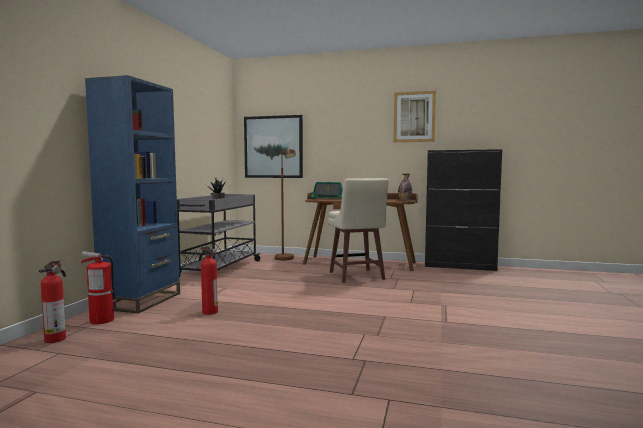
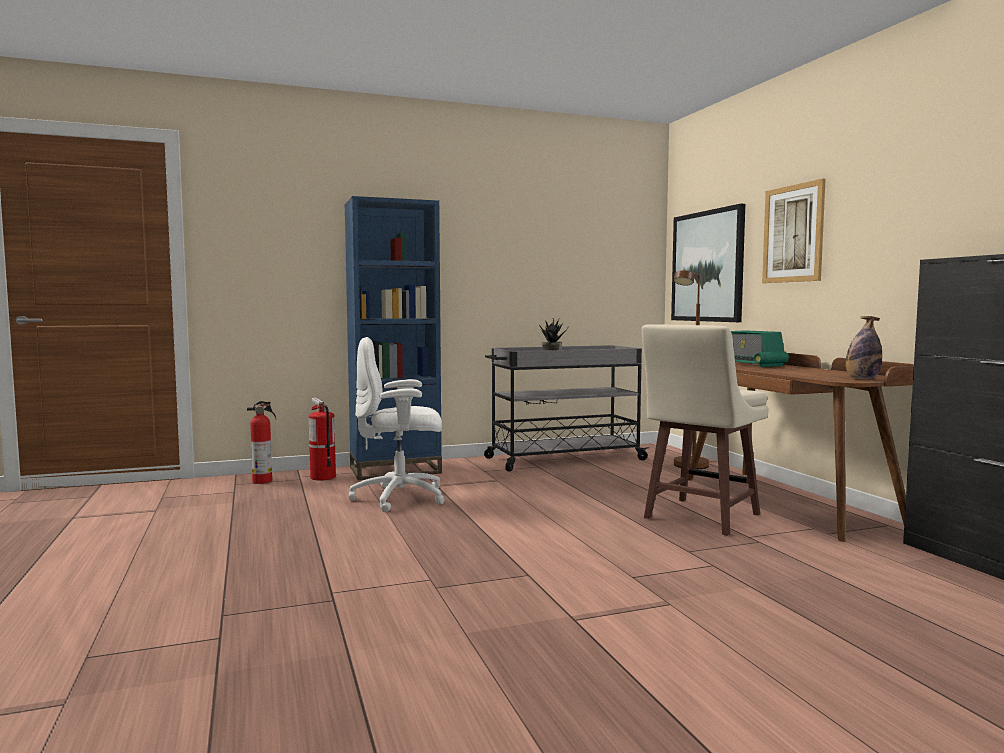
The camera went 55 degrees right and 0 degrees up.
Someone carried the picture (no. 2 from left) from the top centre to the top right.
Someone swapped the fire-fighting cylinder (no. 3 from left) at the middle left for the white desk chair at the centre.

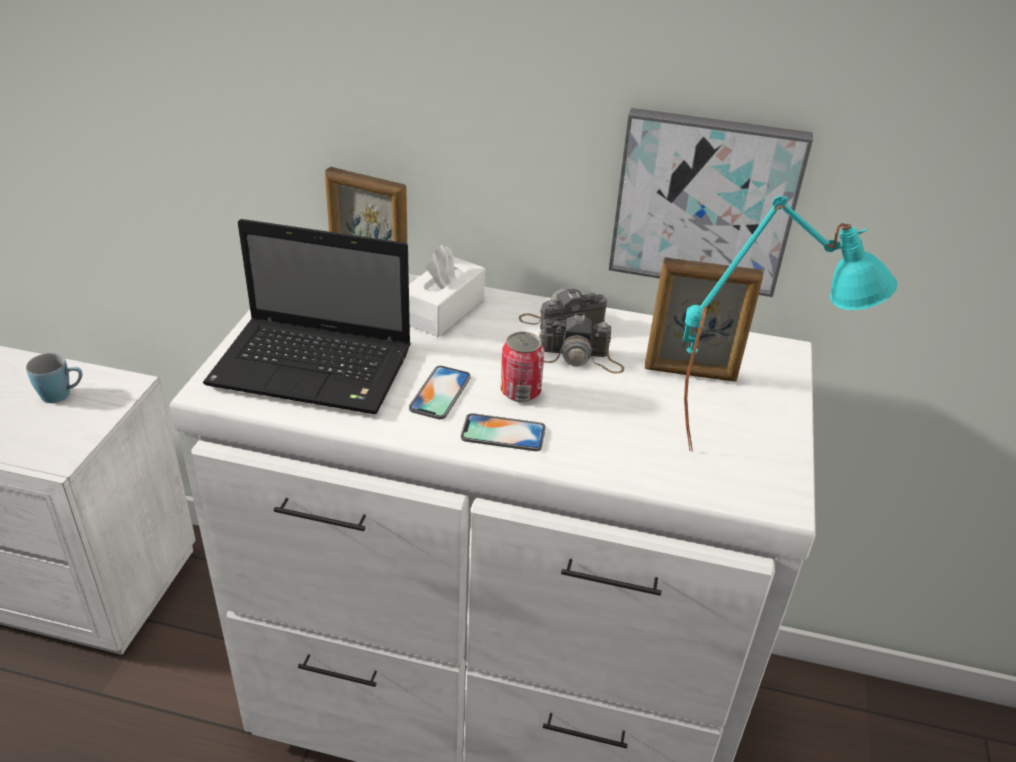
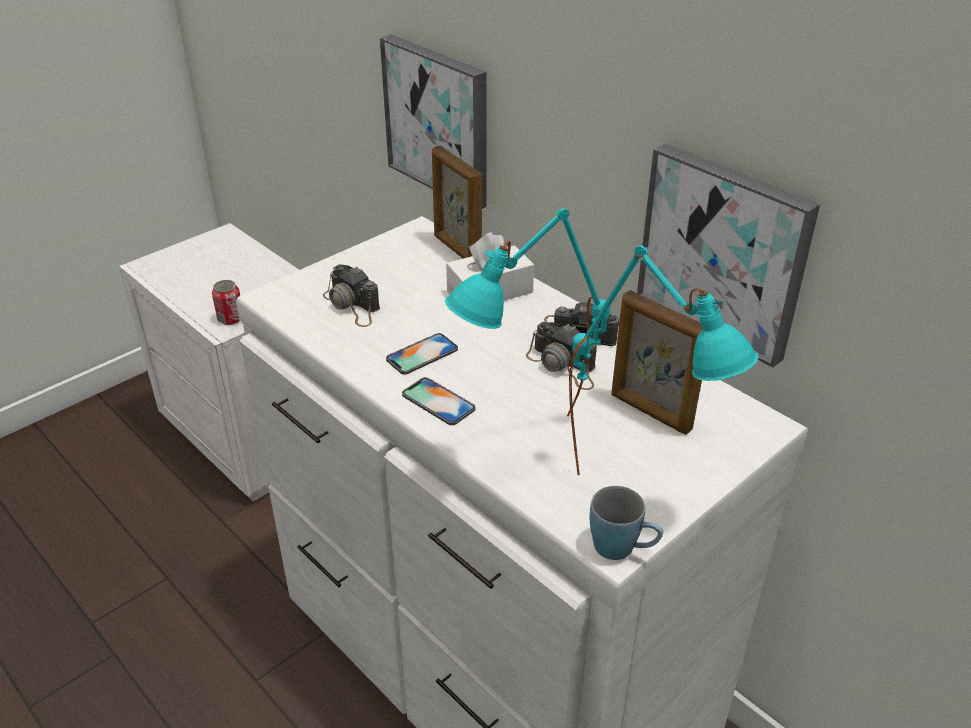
The camera went 35 degrees right and 0 degrees up.
Someone put up the picture (no. 1 from left) at the top centre.
Someone put down the turquoise-coloured lamp for a table (no. 1 from left) at the centre.
Someone carried the blue mug from the middle left to the bottom centre.
Someone carried the can from the centre to the middle left.
Someone swapped the notebook computer at the middle left for the photo camera (no. 1 from left) at the centre.

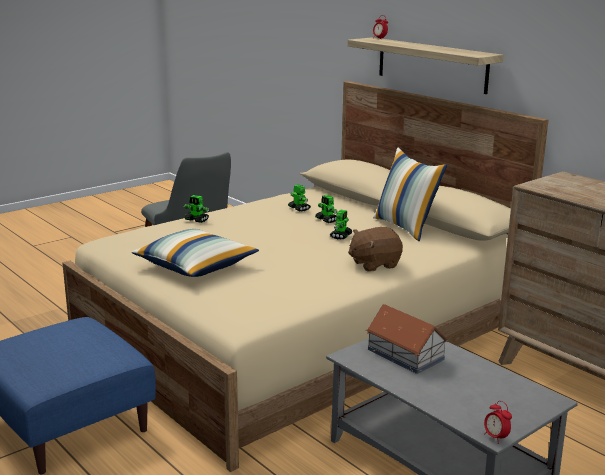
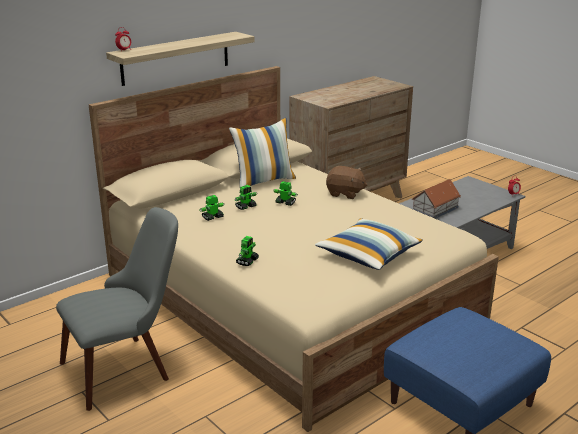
The camera went 90 degrees left and 5 degrees up.
Someone rotated the brown-coloured soft toy at the centre by 45 degrees counterclockwise.

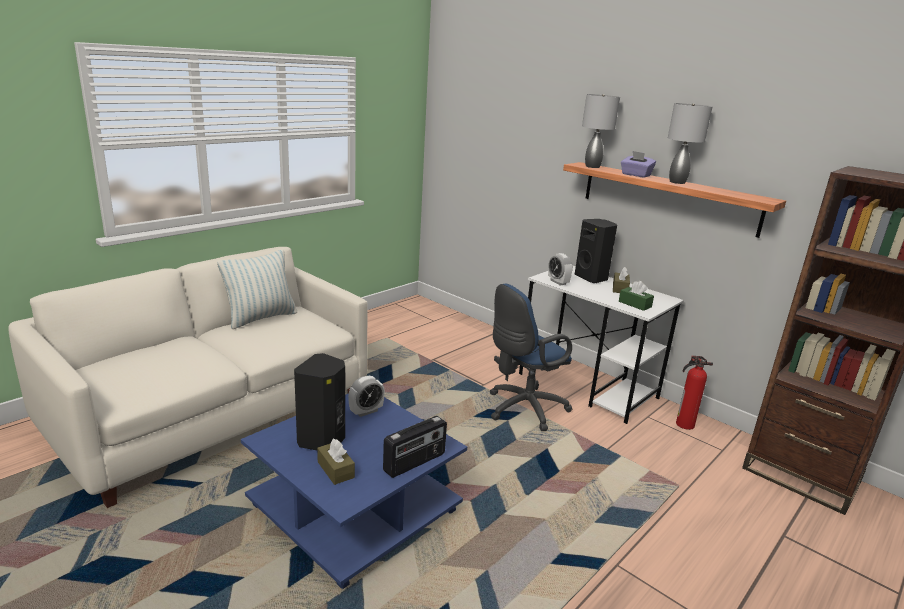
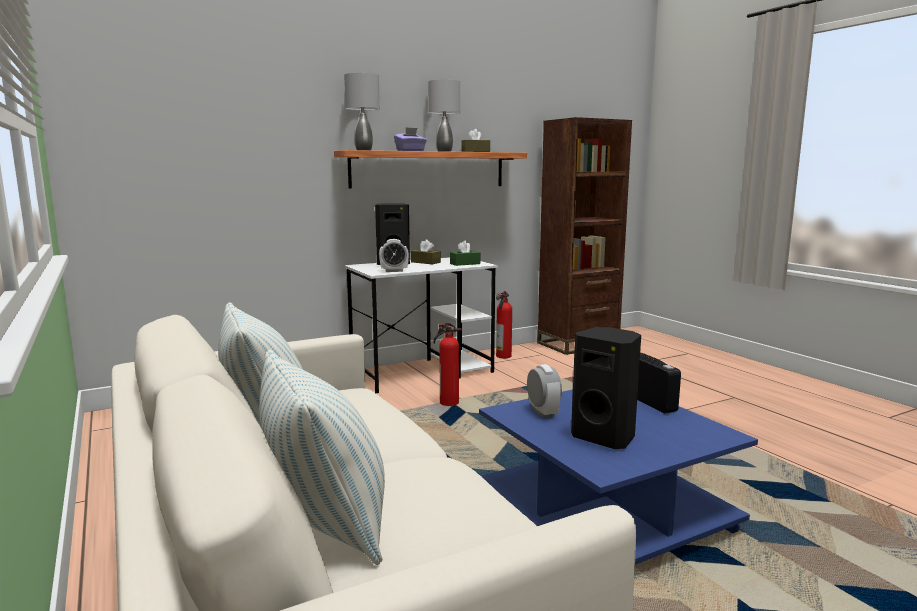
The camera went 70 degrees left and 10 degrees down.
Someone put down the pillow (no. 2 from left) at the bottom centre.
Someone carried the brown-coloured tissue box (no. 1 from left in the first image) from the bottom centre to the top centre.
Someone swapped the blue desk chair at the centre for the fire-fighting cylinder (no. 1 from left) at the centre.

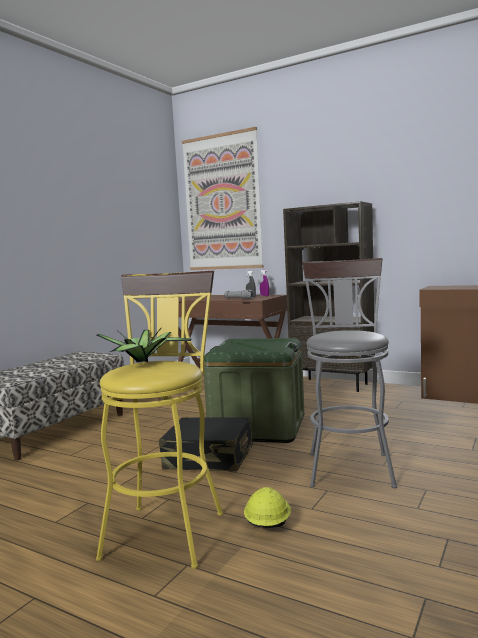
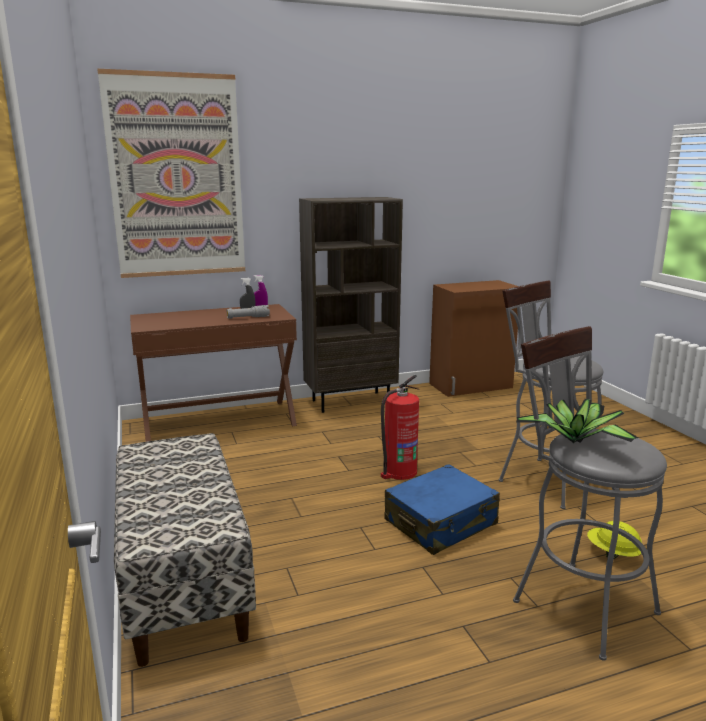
The camera went 50 degrees left and 10 degrees up.
Someone swapped the green-coloured storage container at the centre for the fire-fighting cylinder at the centre.
Someone repainted the yellow stool at the middle left, which became the grey stool (no. 2 from left) at the bottom right.
Someone repainted the blackish piece of luggage at the bottom centre, which became the blue piece of luggage at the bottom centre.

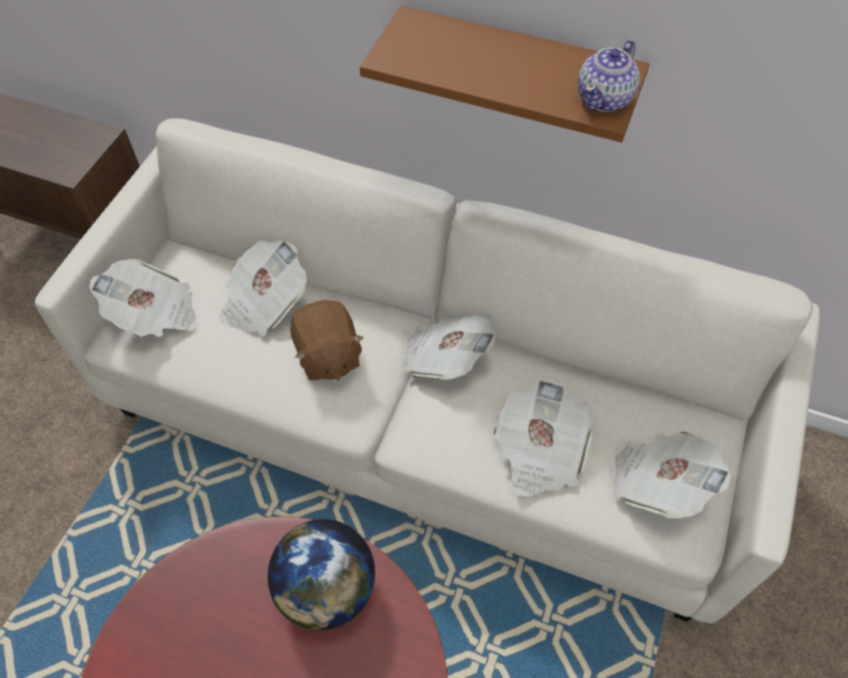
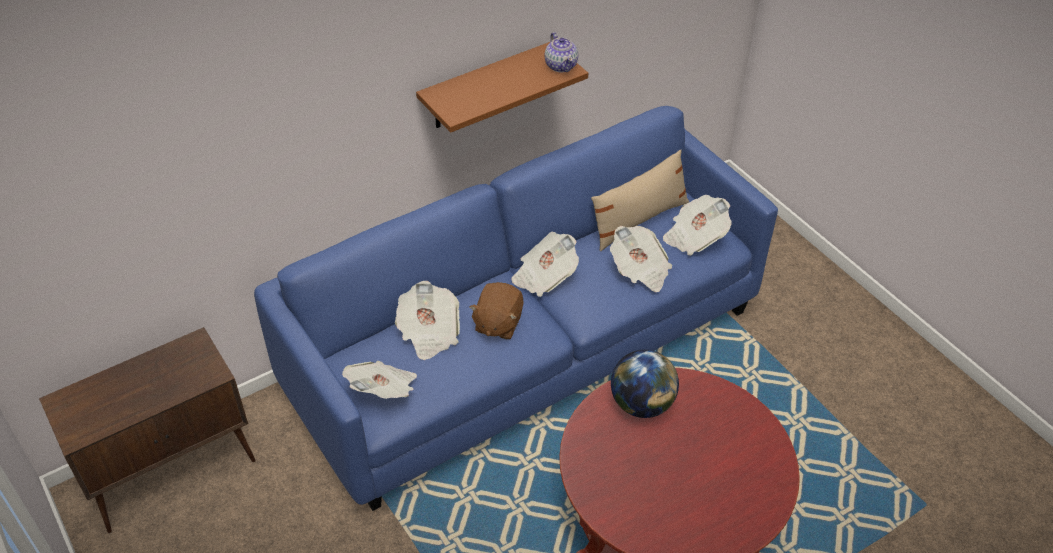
The camera went 55 degrees left and 10 degrees down.
Someone put down the sand-coloured pillow at the centre.
Someone repainted the white sofa at the centre, which became the blue sofa at the centre.
Someone rotated the brown-coloured soft toy at the centre by 90 degrees clockwise.

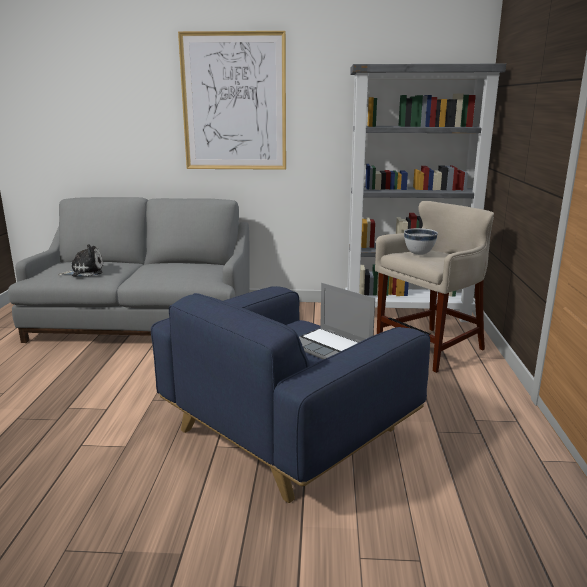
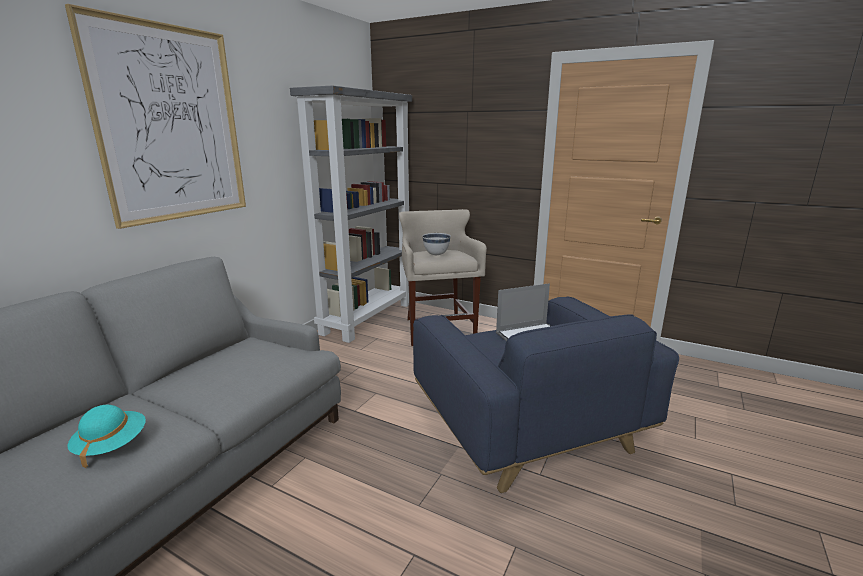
The camera went 65 degrees left and 0 degrees up.
Someone swapped the soft toy at the middle left for the turquoise-coloured clothing hat at the bottom left.

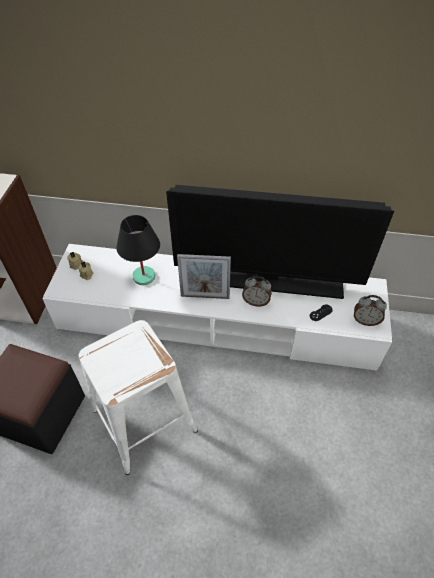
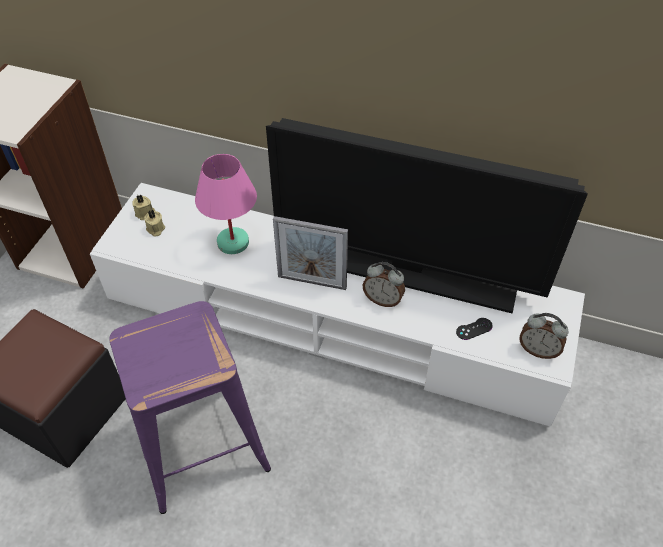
The camera went 10 degrees right and 0 degrees up.
Someone repainted the white stool at the bottom left, which became the purple stool at the bottom left.
Someone repainted the blackish lamp for a table at the middle left, which became the pink-coloured lamp for a table at the centre.

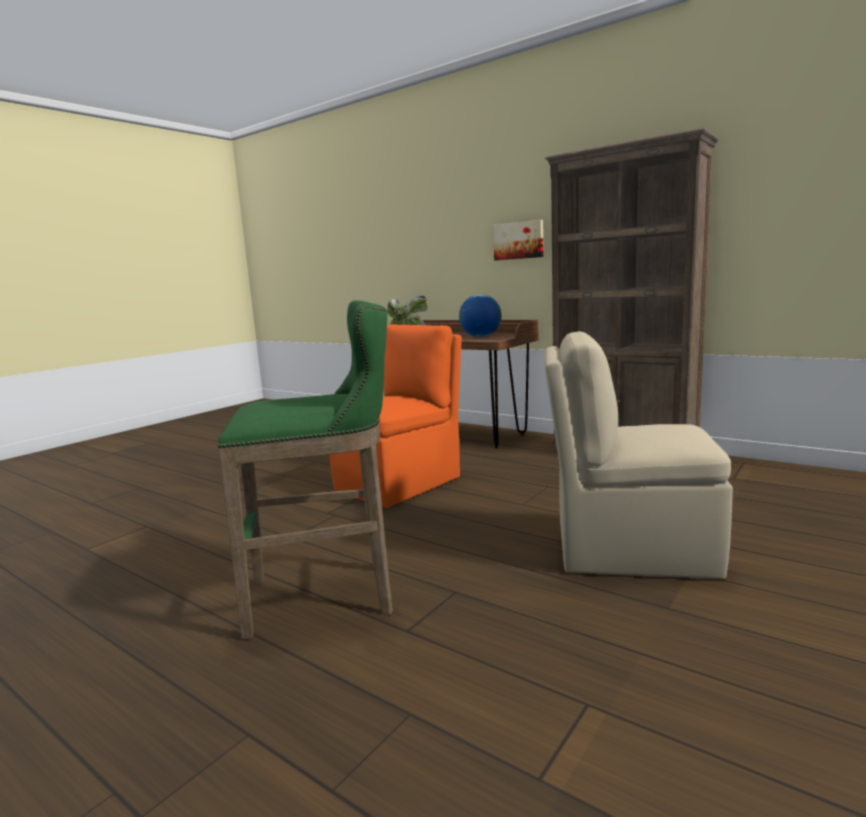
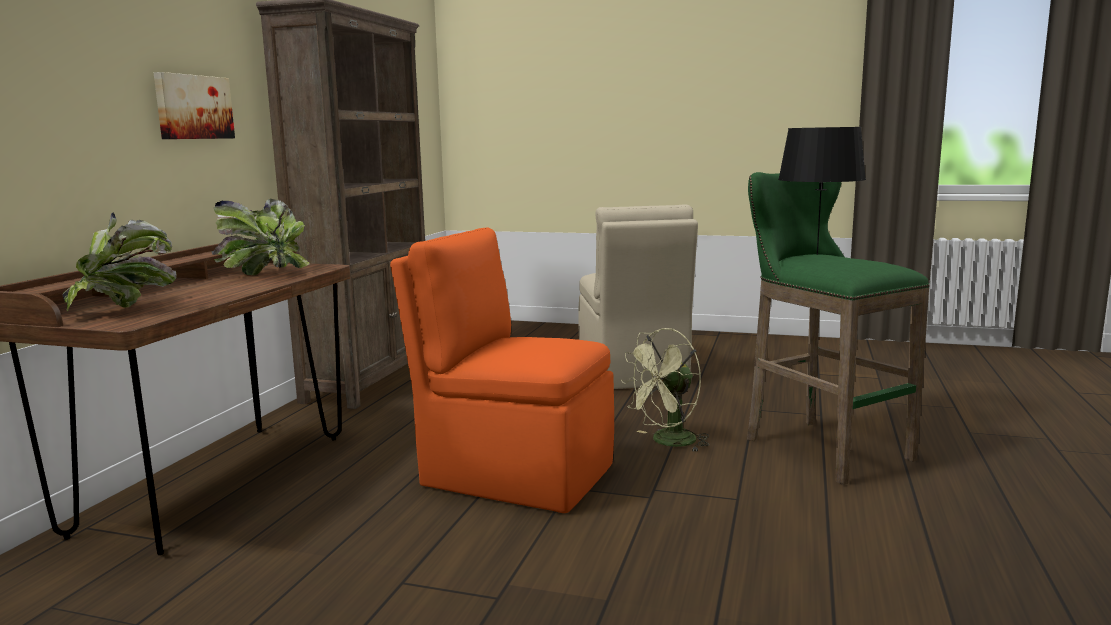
The camera went 110 degrees left and 0 degrees up.
Someone put down the green-coloured cooling fan at the centre.
Someone put down the blackish lamp for a table at the top right.
Someone swapped the desk globe at the centre for the houseplant (no. 2 from left) at the middle left.

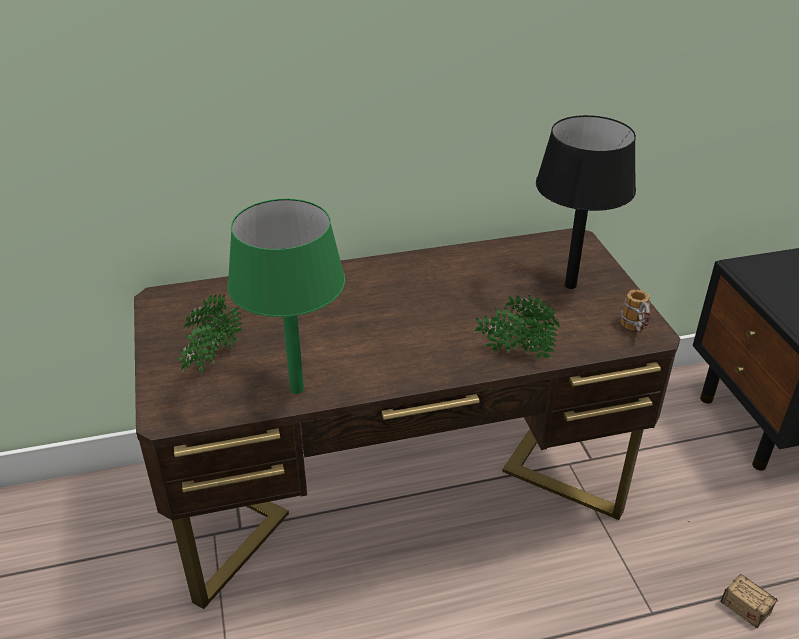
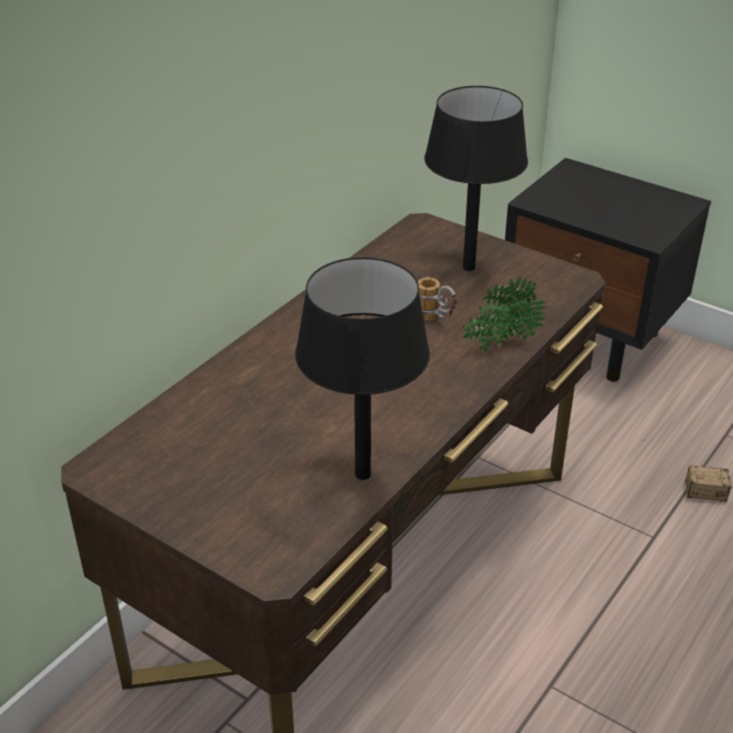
The camera went 40 degrees left and 0 degrees up.
Someone took away the houseplant (no. 1 from left) at the middle left.
Someone carried the mug from the middle right to the centre.
Someone repainted the green-coloured lamp for a table at the centre, which became the blackish lamp for a table (no. 1 from left) at the centre.

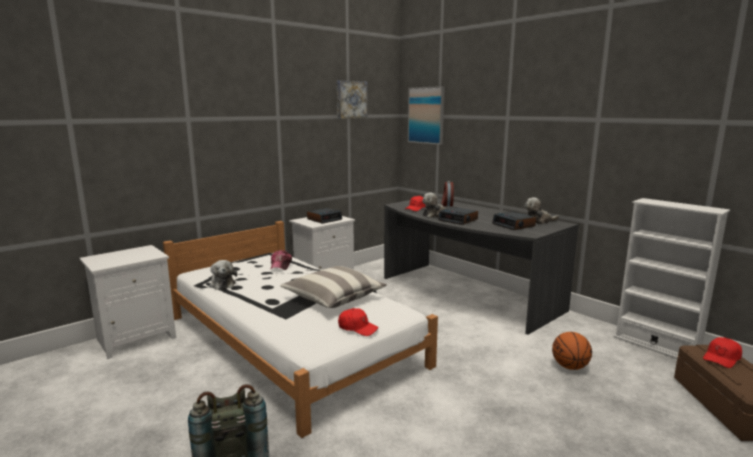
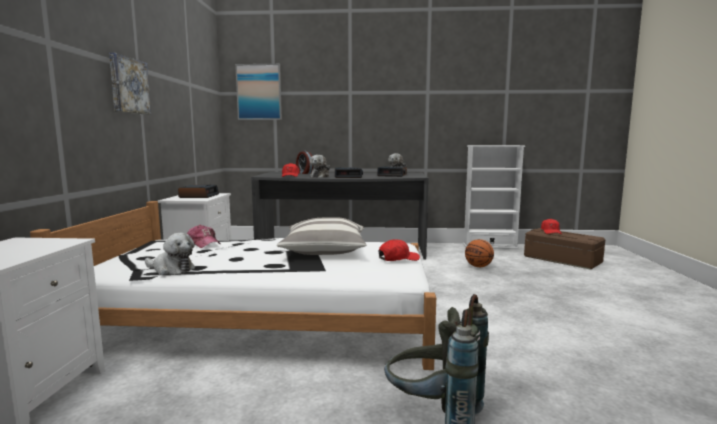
The camera went 45 degrees left and 5 degrees down.
Someone carried the picture (no. 1 from left) from the top centre to the top left.

